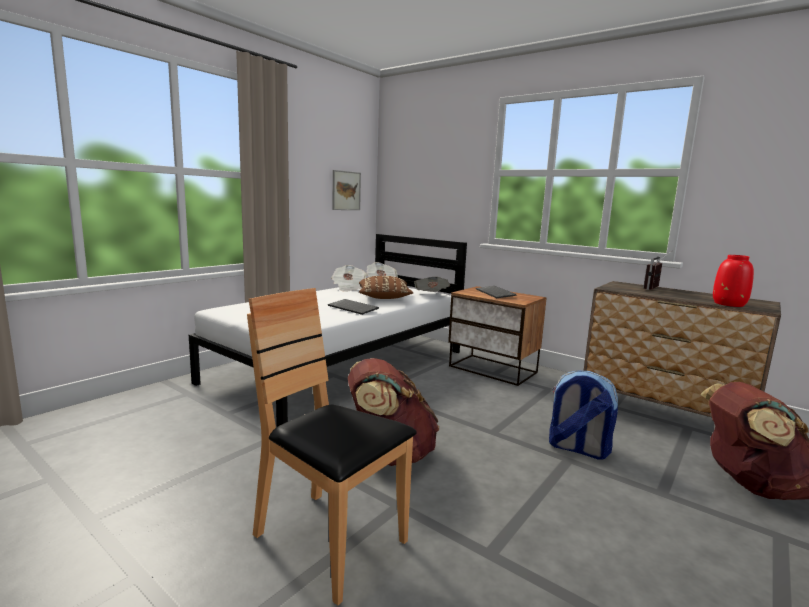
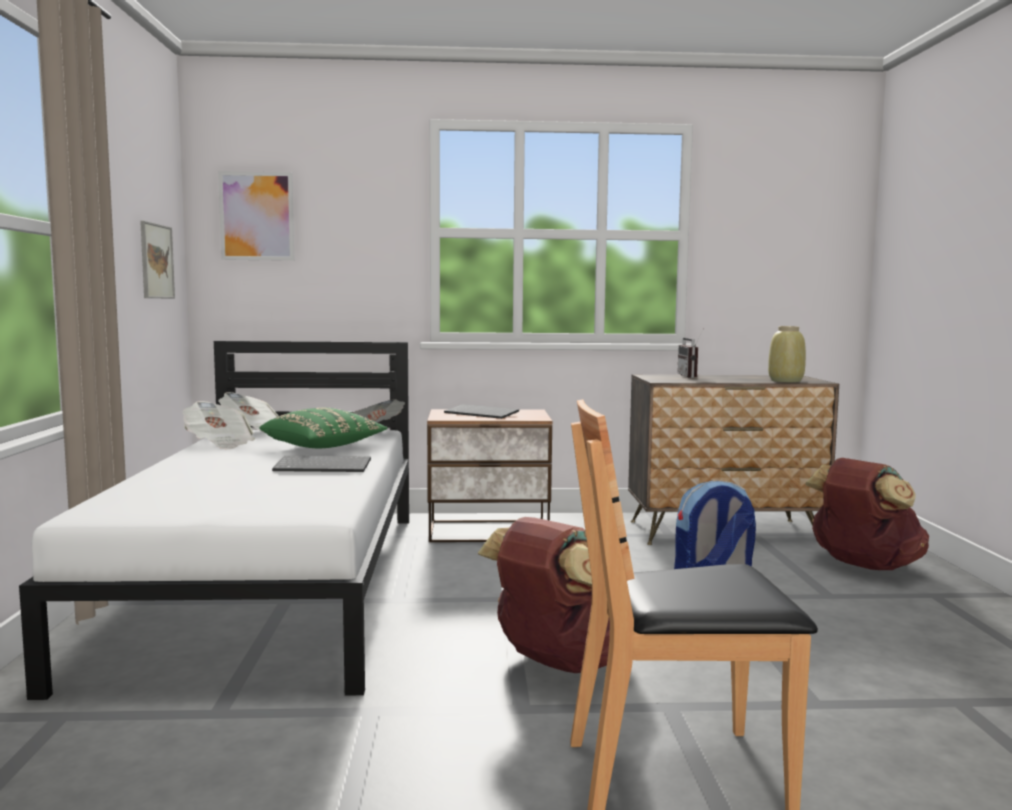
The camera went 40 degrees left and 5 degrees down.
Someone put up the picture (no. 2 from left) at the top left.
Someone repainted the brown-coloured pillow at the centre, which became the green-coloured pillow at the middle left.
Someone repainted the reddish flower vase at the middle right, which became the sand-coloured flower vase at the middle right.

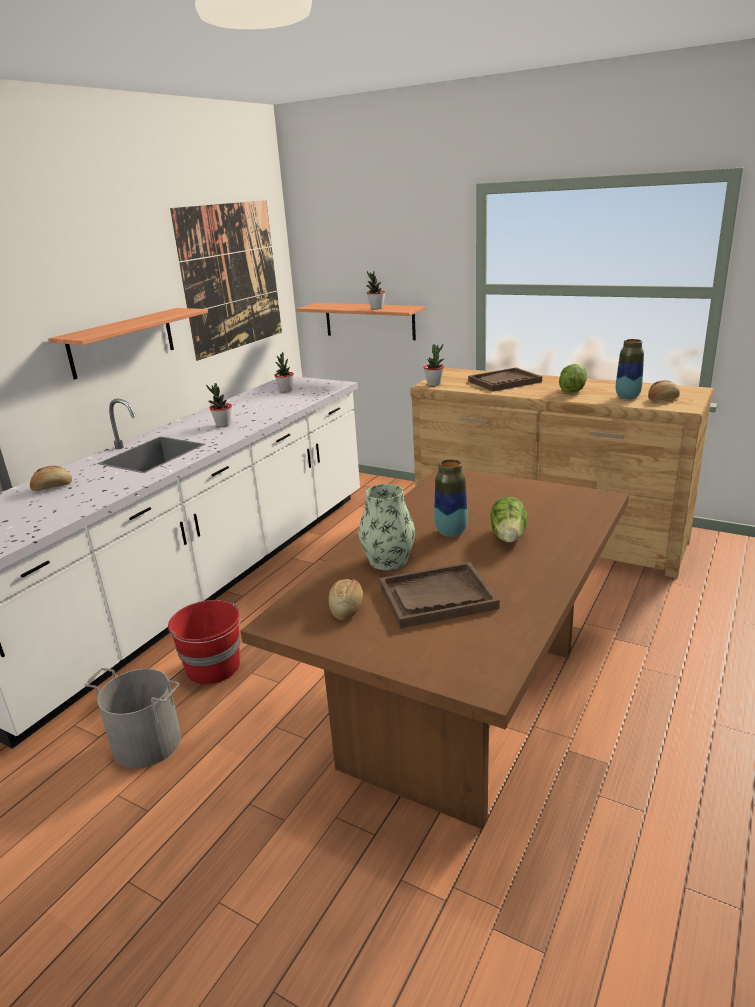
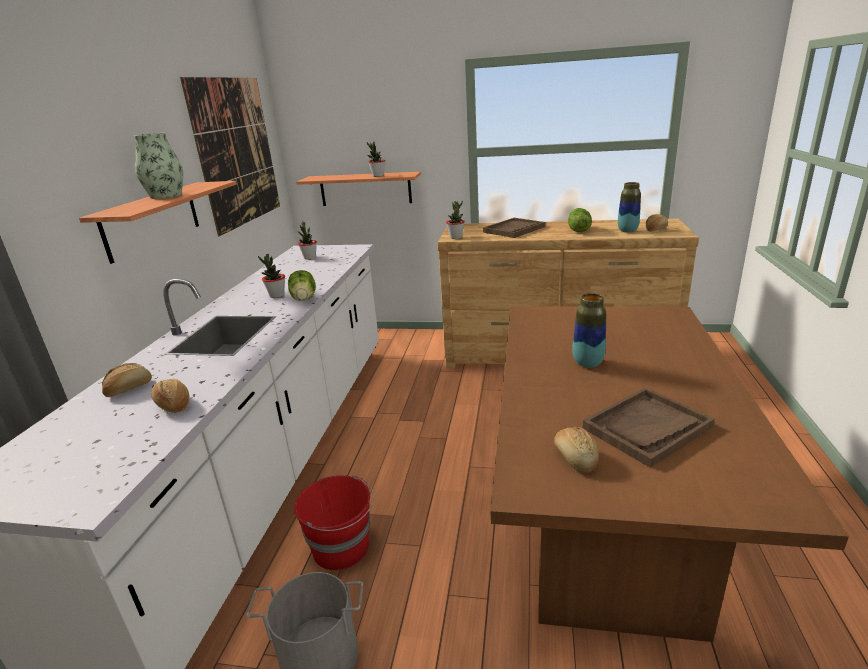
The camera went 20 degrees left and 0 degrees up.
Someone put down the baked bread (no. 2 from left) at the middle left.
Someone carried the flower vase (no. 1 from left) from the centre to the top left.
Someone carried the lettuce head (no. 1 from left) from the middle right to the centre.

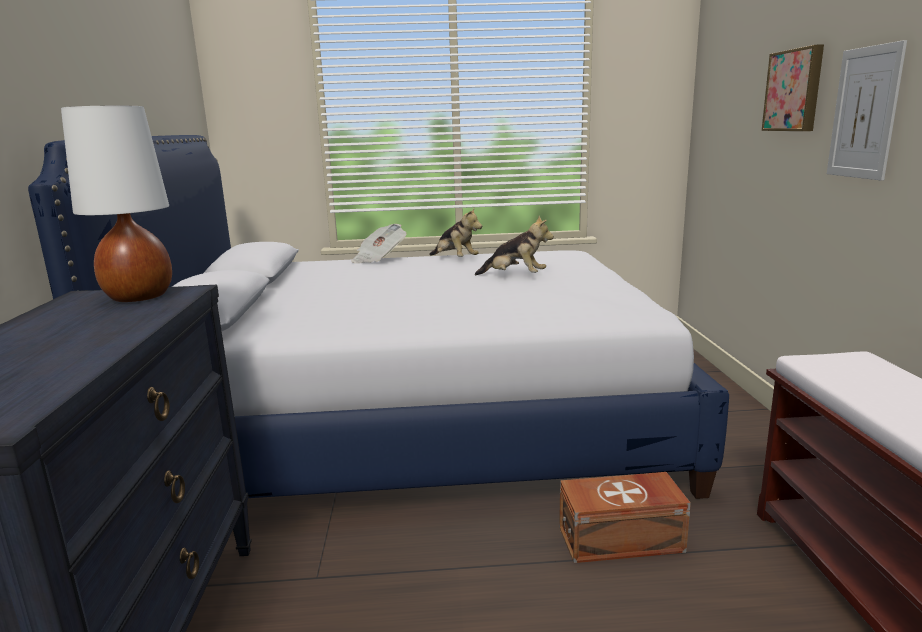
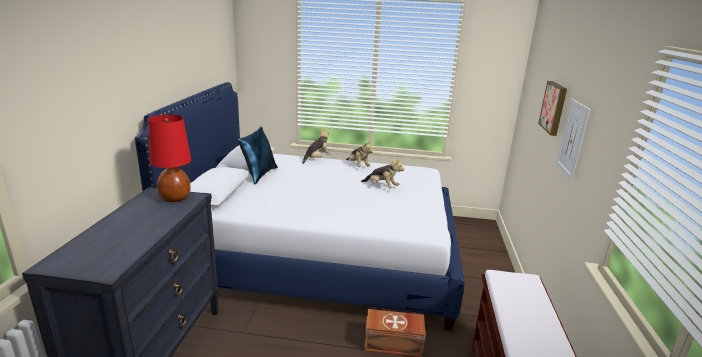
The camera went 10 degrees right and 5 degrees up.
Someone put down the blue pillow at the centre.
Someone swapped the newspaper at the centre for the soft toy (no. 1 from left) at the centre.
Someone repainted the white lamp for a table at the top left, which became the reddish lamp for a table at the middle left.

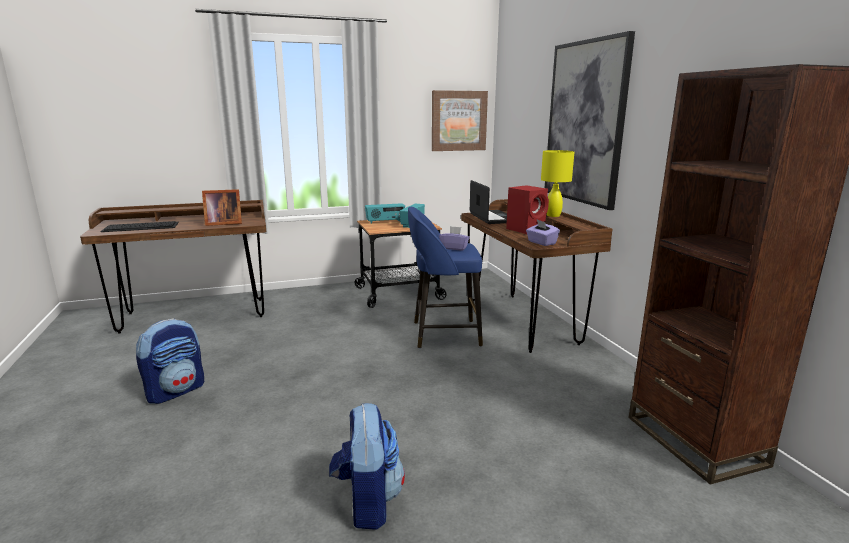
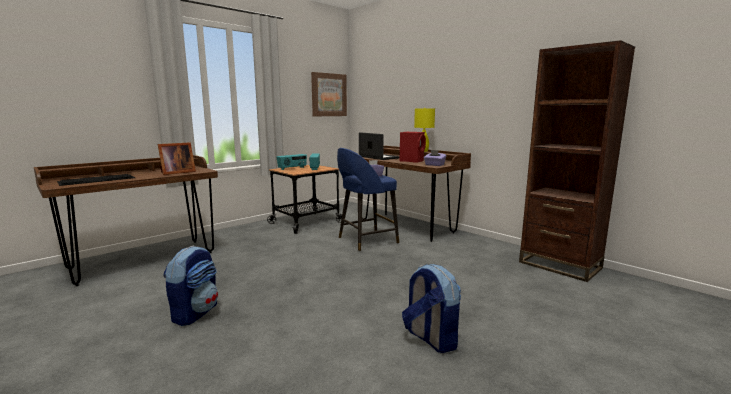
The camera went 25 degrees left and 5 degrees down.
Someone took away the picture (no. 2 from left) at the top right.

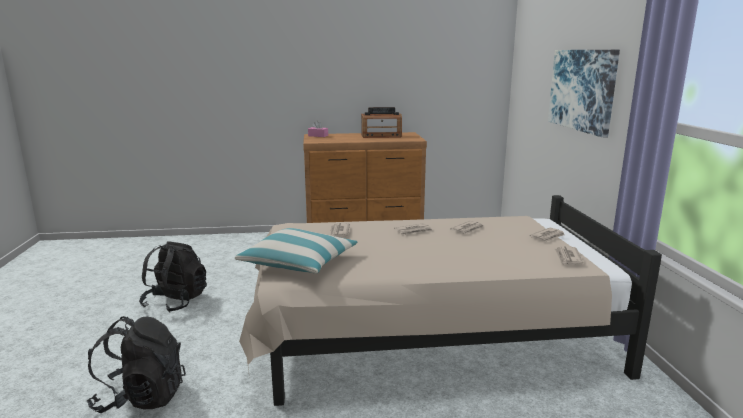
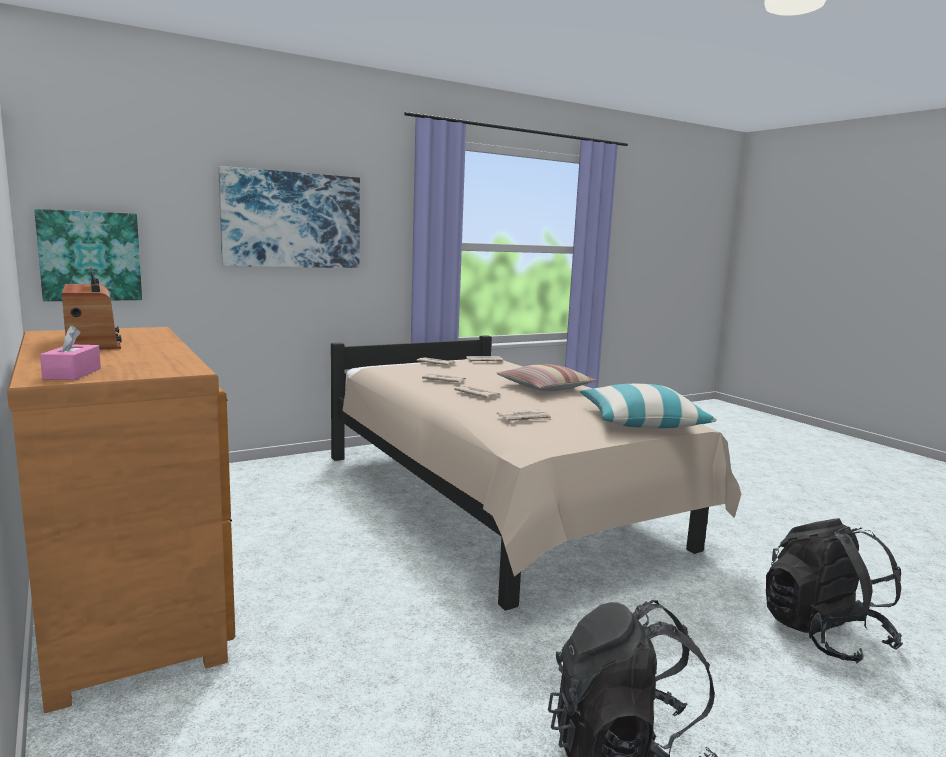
The camera went 115 degrees left and 5 degrees down.
Someone put up the picture (no. 1 from left) at the middle left.
Someone put down the pillow (no. 1 from left) at the centre.

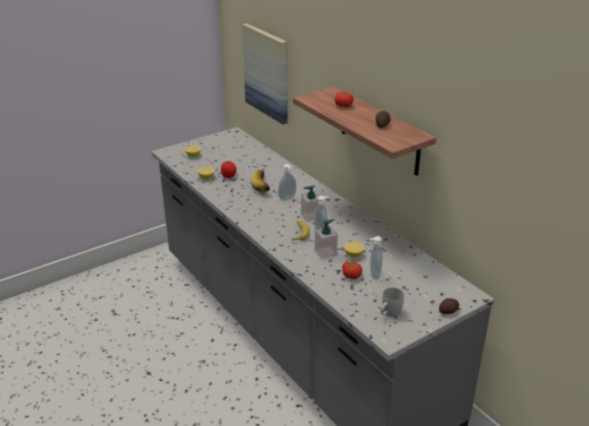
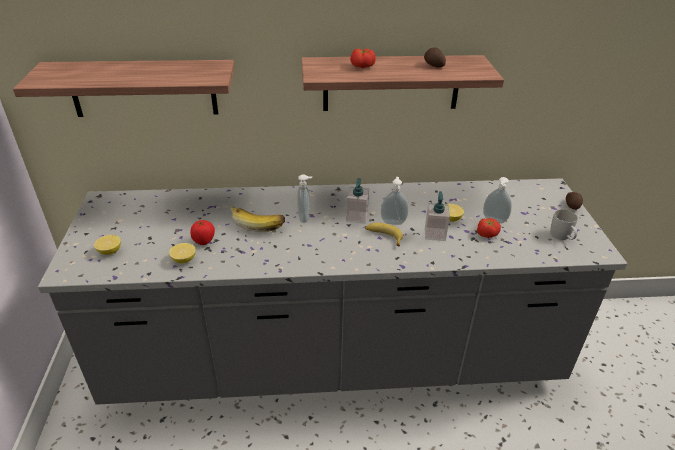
The camera went 60 degrees left and 5 degrees up.
Someone swapped the picture at the top centre for the shelf (no. 1 from left) at the top left.

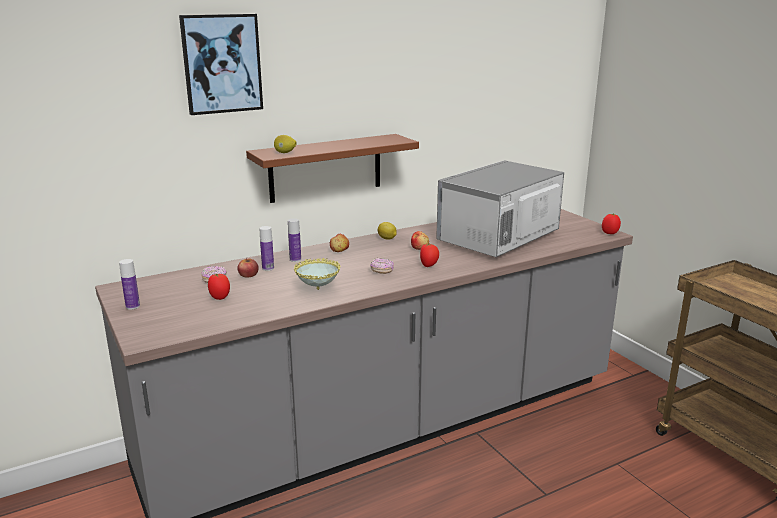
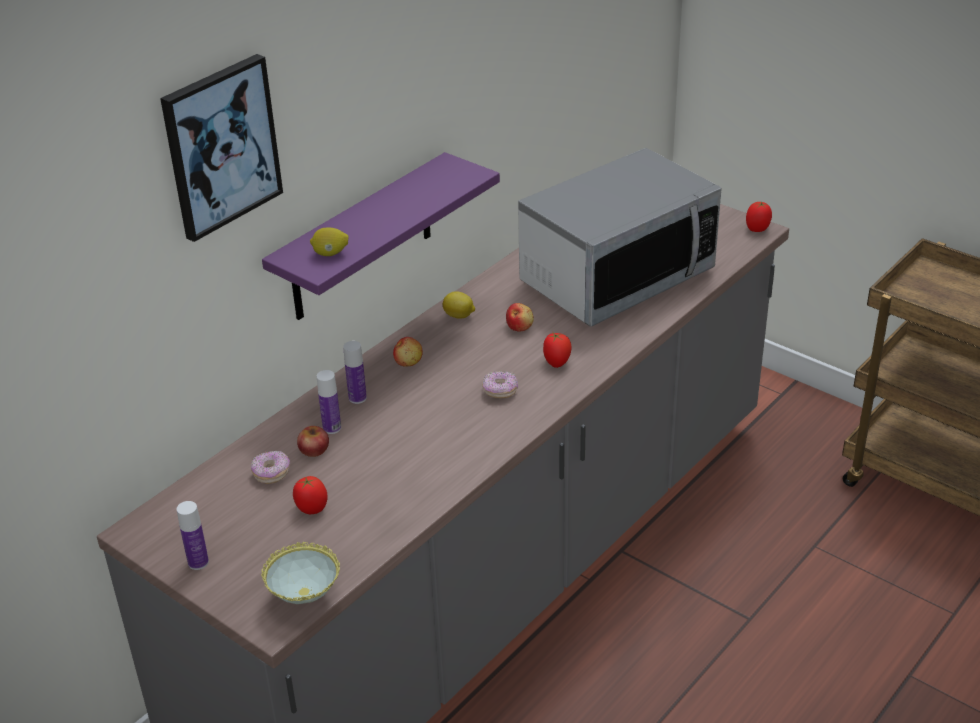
The camera went 20 degrees left and 15 degrees up.
Someone carried the bowl from the centre to the bottom left.
Someone repainted the brown-coloured shelf at the top centre, which became the purple shelf at the top centre.
Someone rotated the kitchen microwave at the centre by 150 degrees counterclockwise.

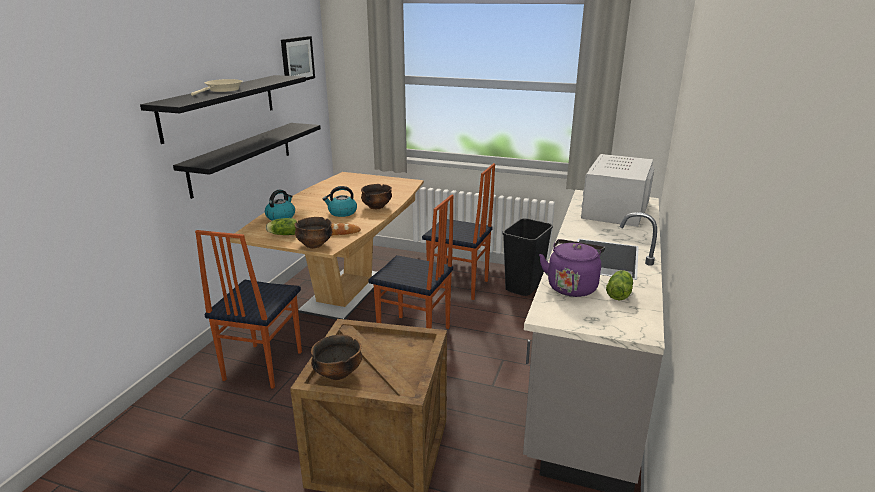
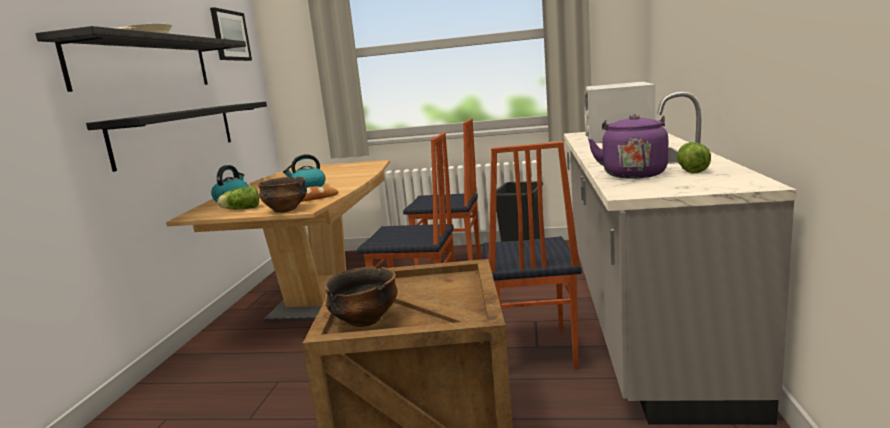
The camera went 10 degrees left and 10 degrees down.
Someone took away the bowl (no. 3 from left) at the centre.
Someone carried the chair (no. 1 from left in the first image) from the middle left to the centre.

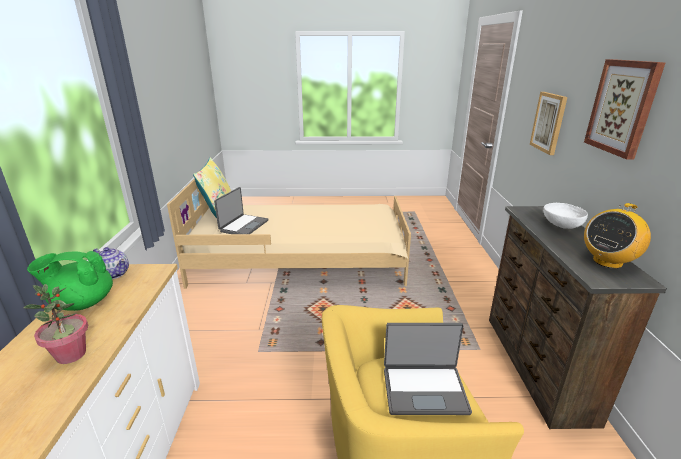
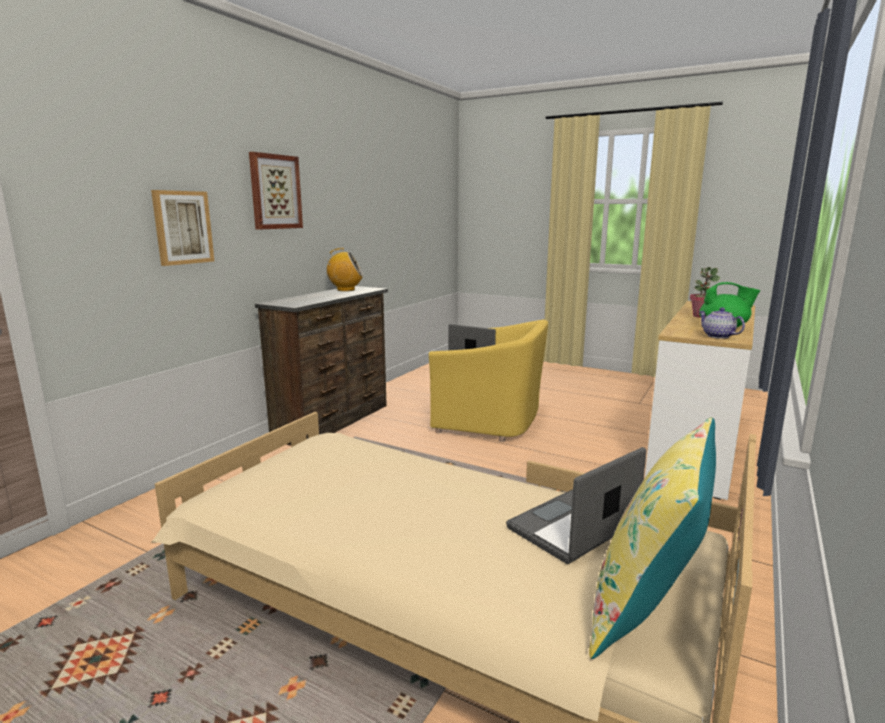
The camera went 150 degrees left and 10 degrees down.
Someone took away the white bowl at the middle right.

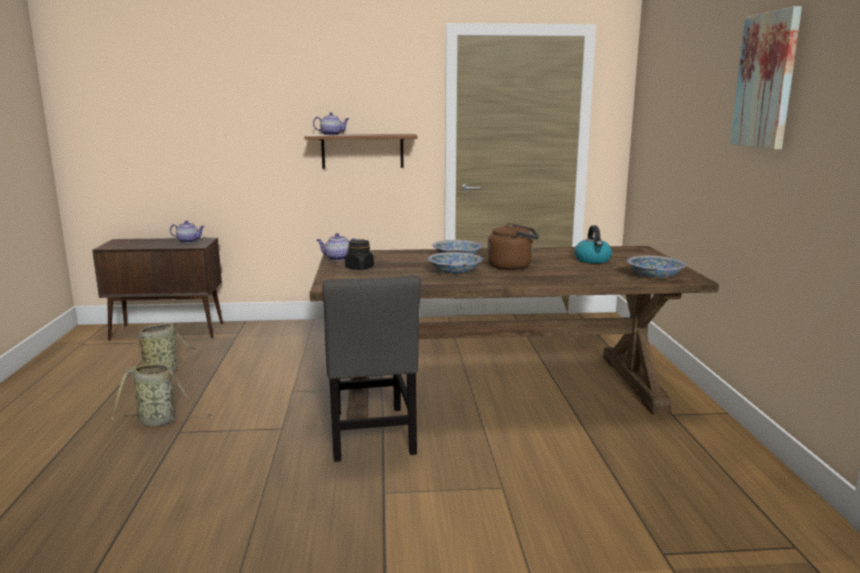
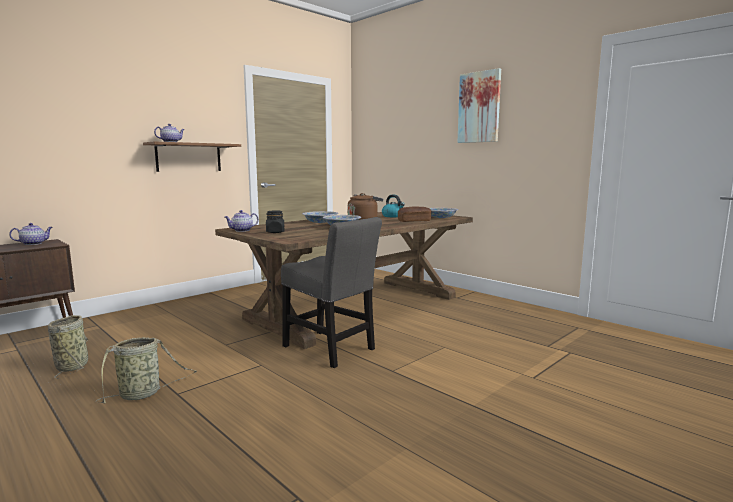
The camera went 40 degrees left and 5 degrees down.
Someone put down the baked bread at the centre.

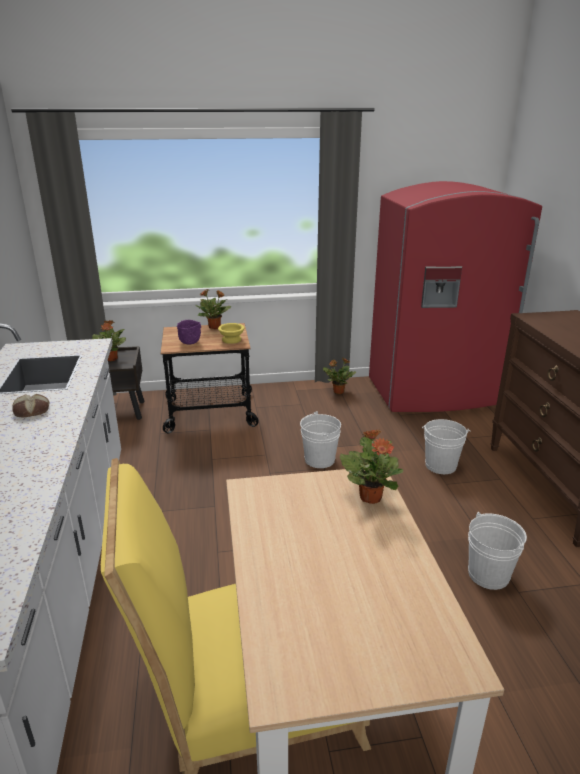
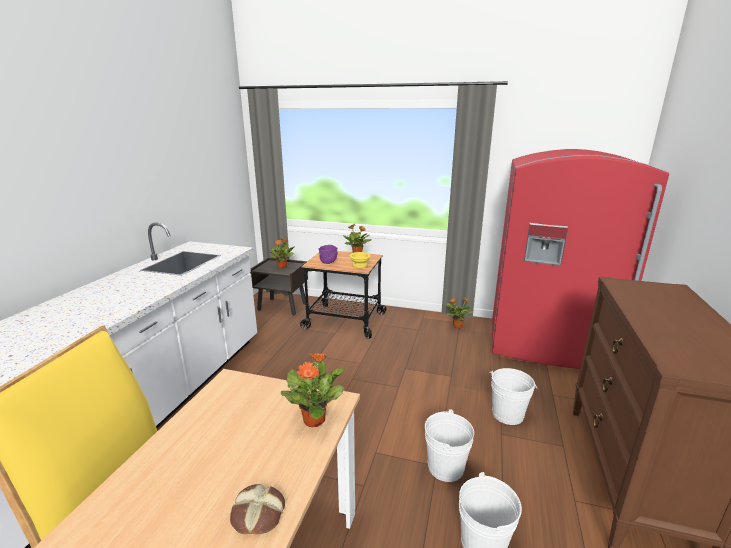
The camera went 25 degrees right and 5 degrees down.
Someone carried the baked bread from the middle left to the bottom centre.
Someone carried the white water bucket (no. 1 from left) from the centre to the bottom centre.

